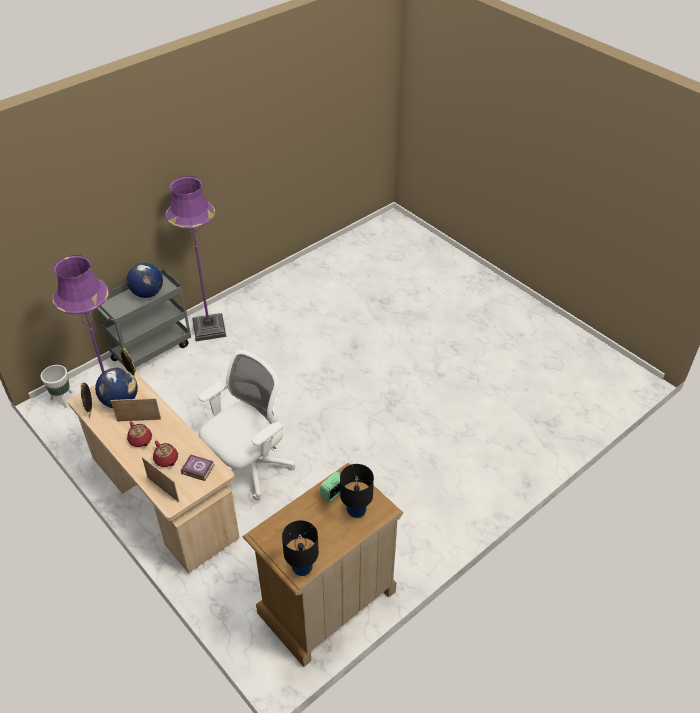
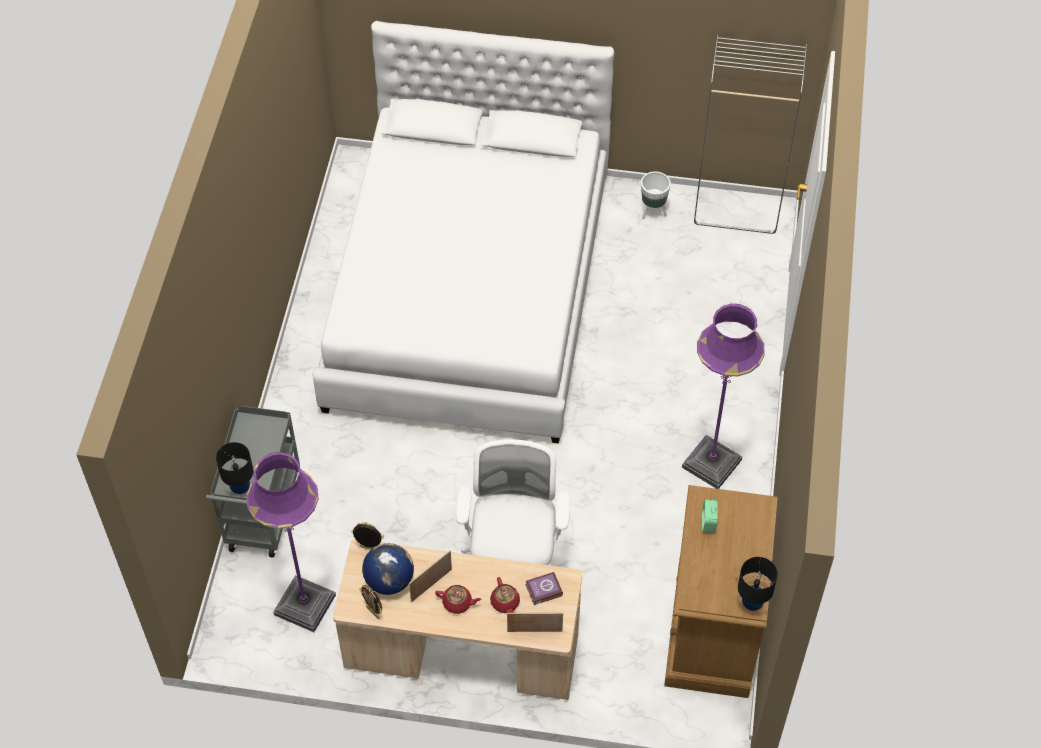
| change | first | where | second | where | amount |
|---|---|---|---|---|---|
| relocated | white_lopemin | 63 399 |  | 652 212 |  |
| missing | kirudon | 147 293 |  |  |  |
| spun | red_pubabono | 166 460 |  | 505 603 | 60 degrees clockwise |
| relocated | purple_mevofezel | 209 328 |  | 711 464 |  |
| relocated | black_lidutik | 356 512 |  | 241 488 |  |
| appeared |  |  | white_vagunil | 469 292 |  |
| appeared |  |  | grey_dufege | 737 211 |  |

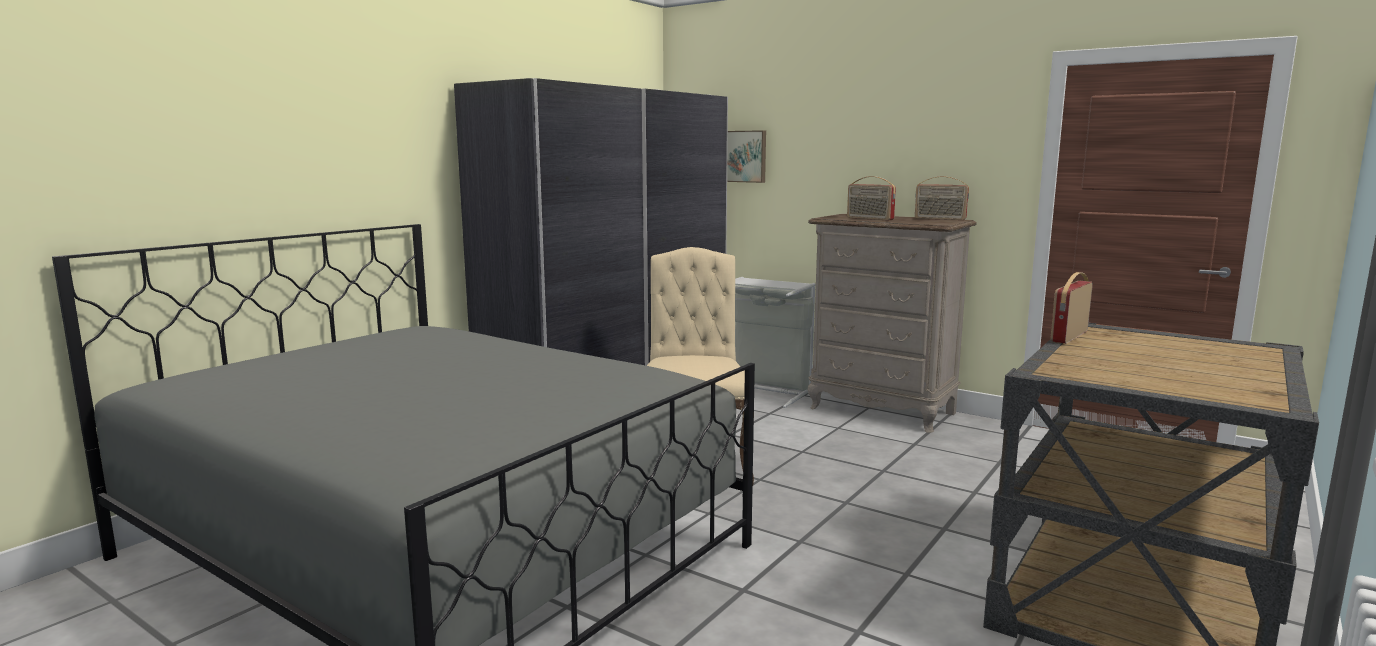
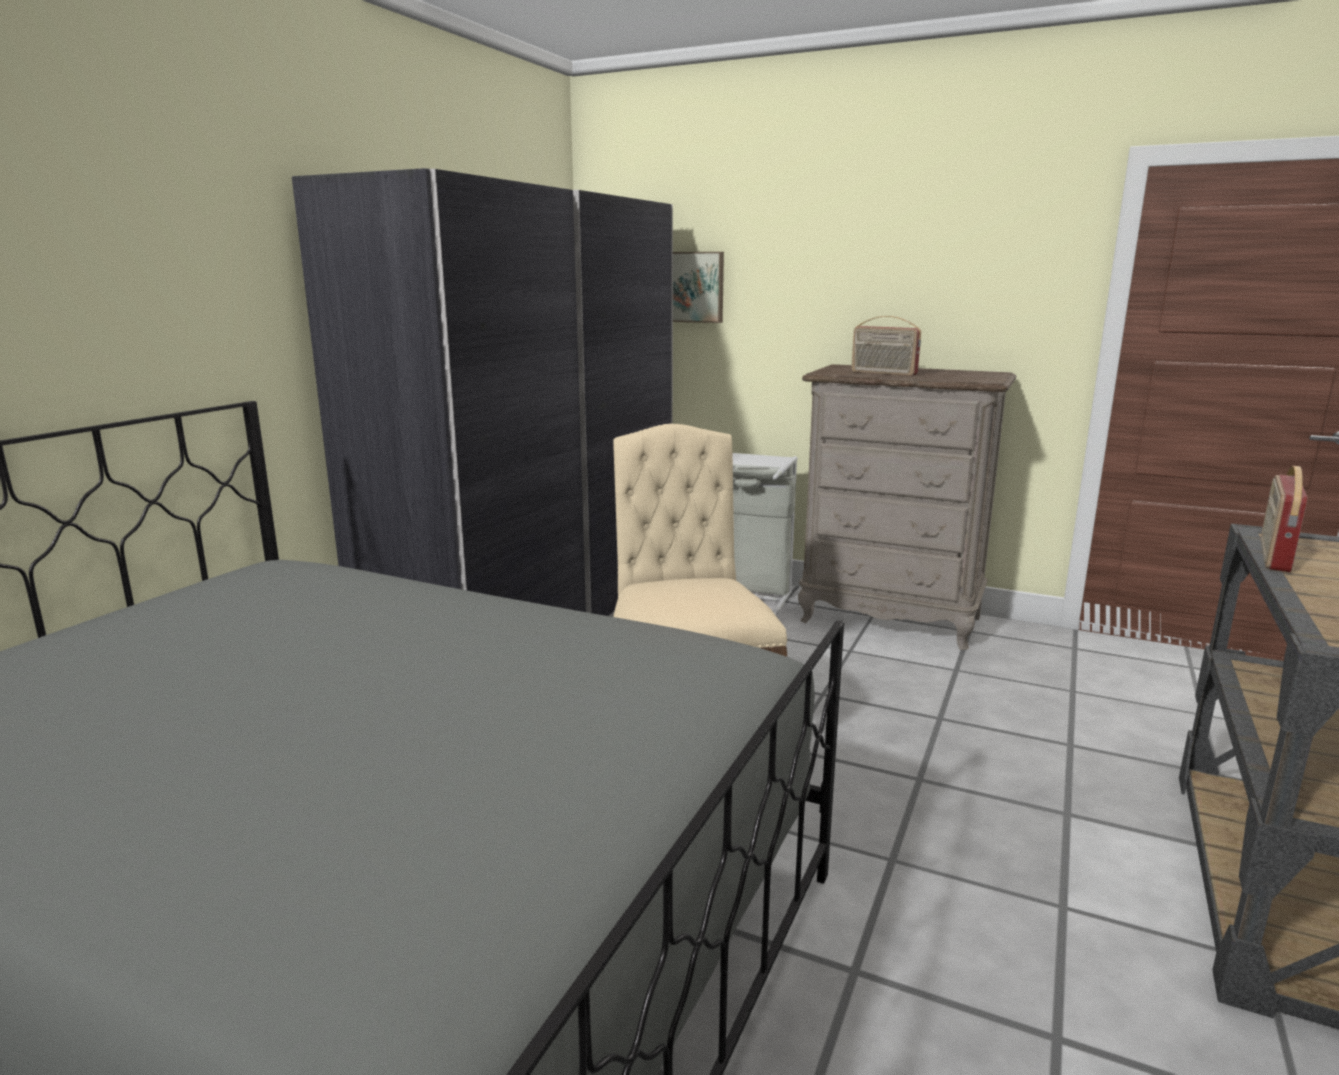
| change | first | where | second | where | amount |
|---|---|---|---|---|---|
| missing | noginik | 940 219 |  |  |  |

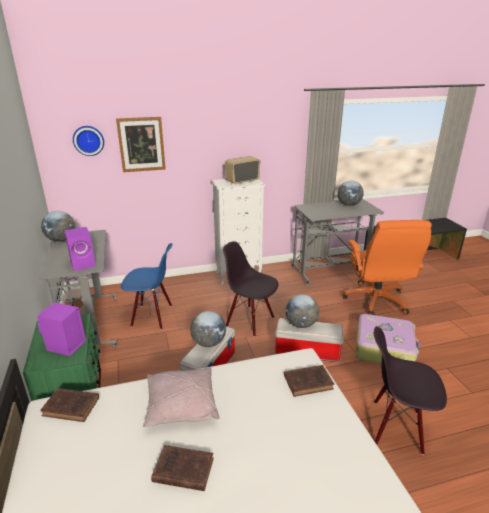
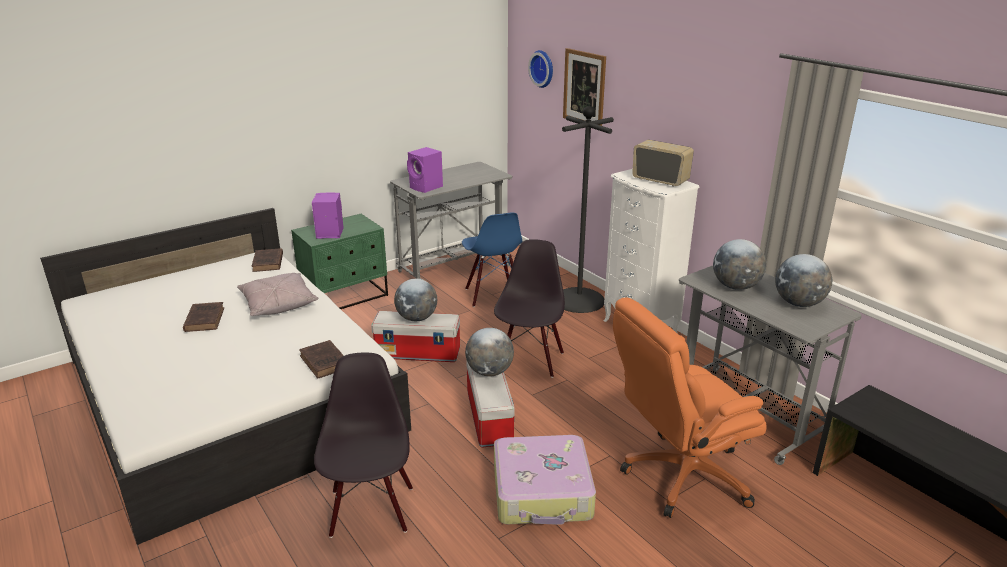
| change | first | where | second | where | amount |
|---|---|---|---|---|---|
| relocated | kirudon | 61 240 |  | 735 287 |  |
| appeared |  |  | black_dufege | 579 300 |  |

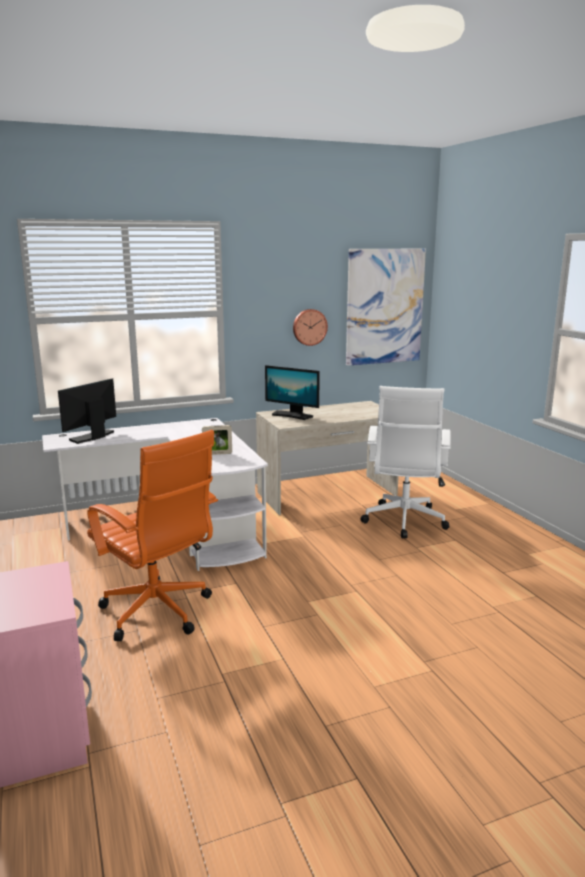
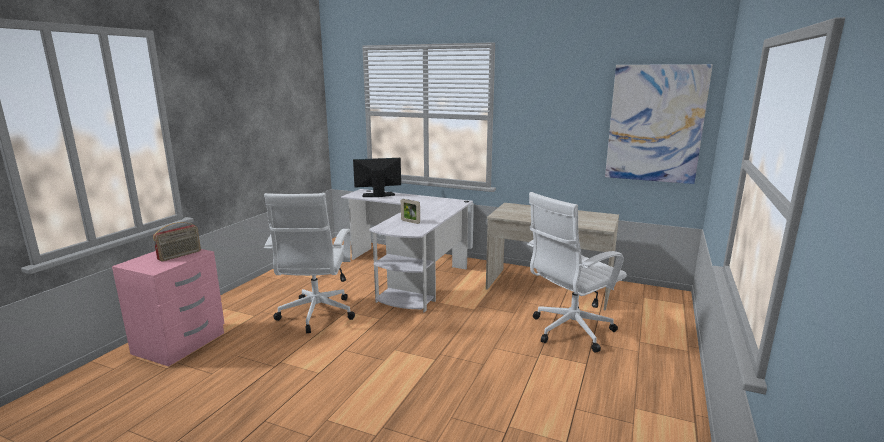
| change | first | where | second | where | amount |
|---|---|---|---|---|---|
| colour | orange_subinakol | 159 613 | white_subinakol | 316 316 |  |
| missing | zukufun | 292 415 |  |  |  |
| missing | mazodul | 309 327 |  |  |  |
| appeared |  |  | noginik | 180 255 |  |

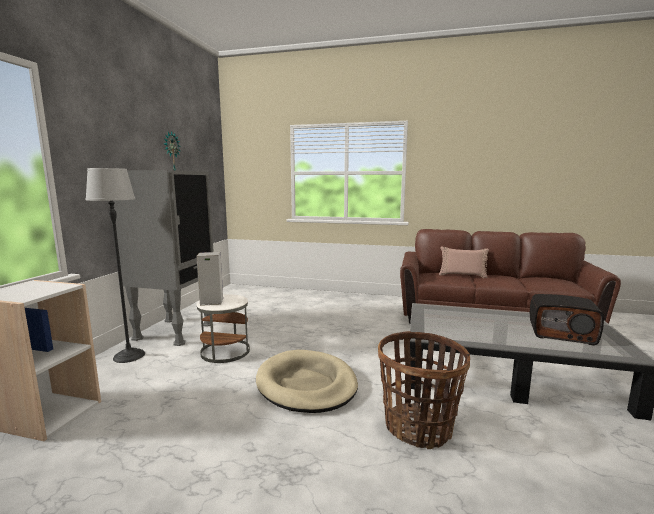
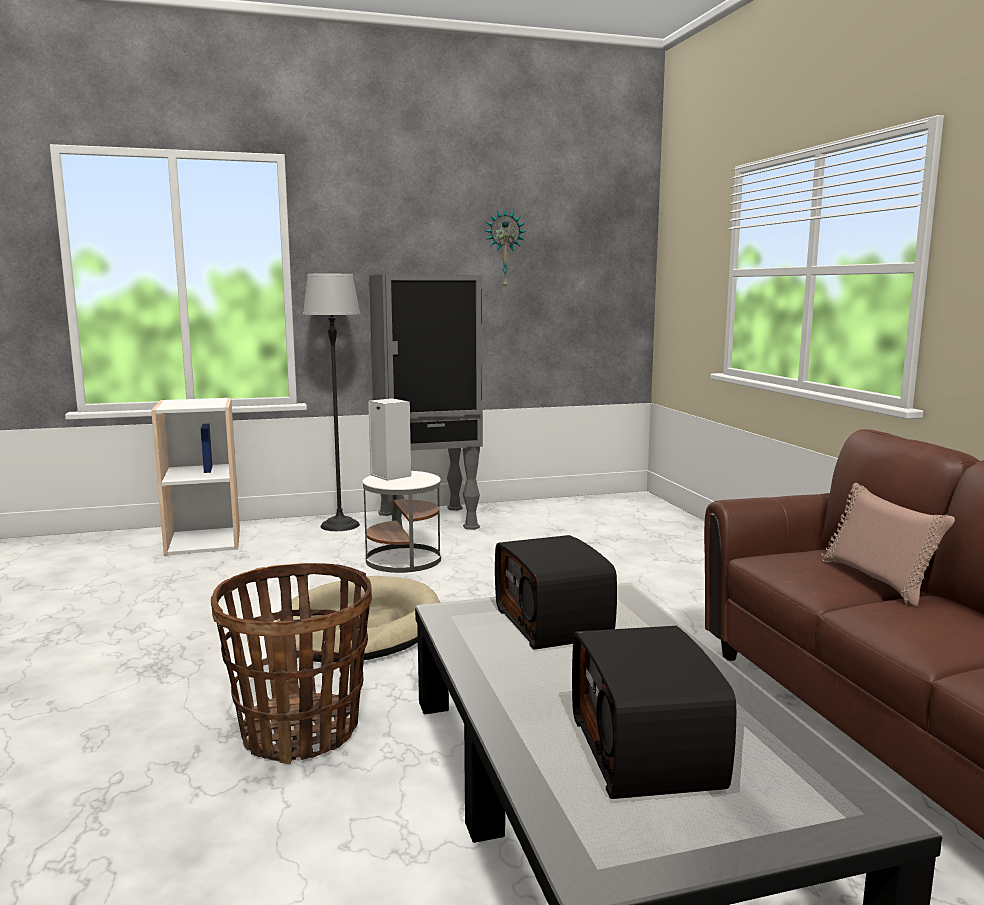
| change | first | where | second | where | amount |
|---|---|---|---|---|---|
| appeared |  |  | noginik | 555 623 |  |

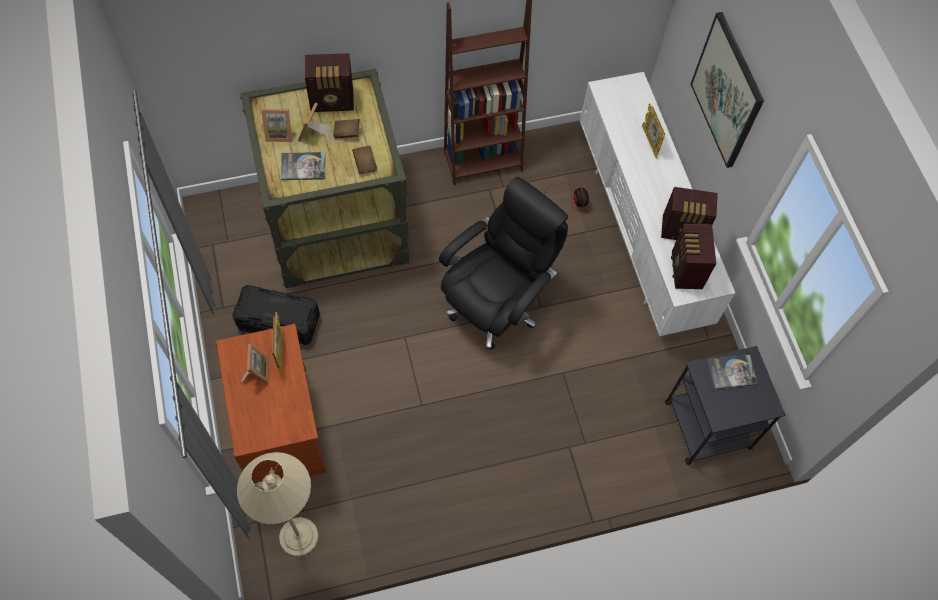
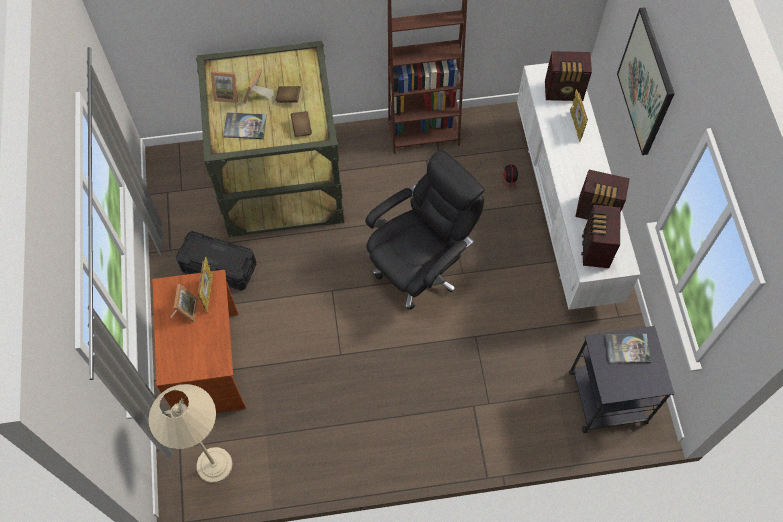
| change | first | where | second | where | amount |
|---|---|---|---|---|---|
| relocated | noginik | 333 101 |  | 564 92 |  |

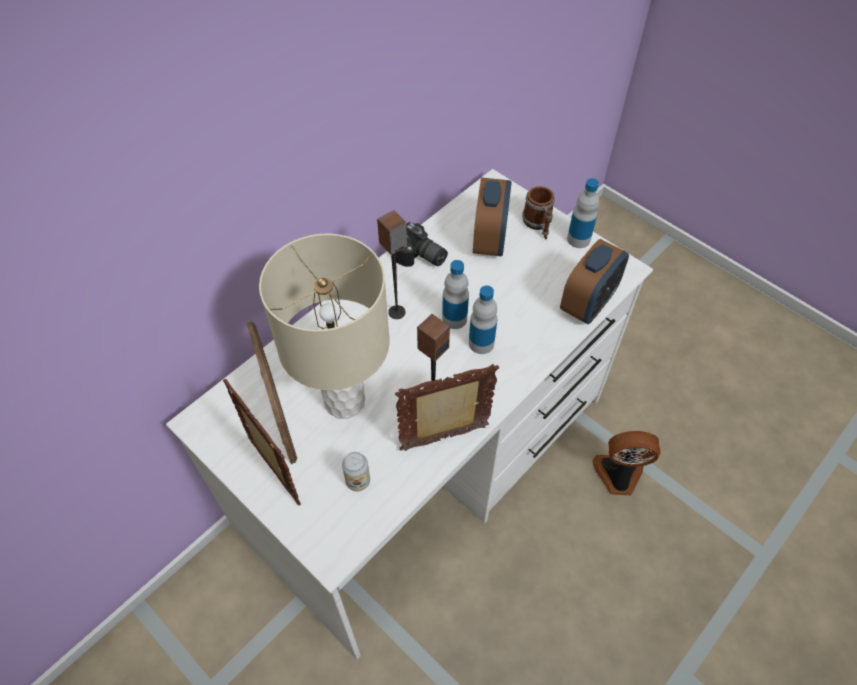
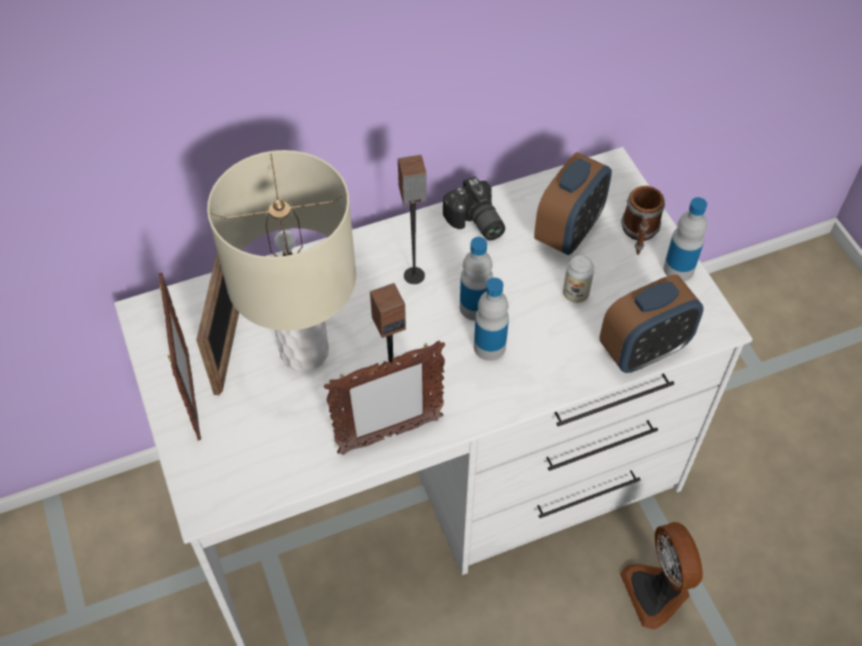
| change | first | where | second | where | amount |
|---|---|---|---|---|---|
| relocated | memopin | 358 481 |  | 575 293 |  |
| spun | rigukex | 445 439 |  | 389 436 | 150 degrees clockwise |
| spun | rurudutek | 618 475 |  | 657 592 | 135 degrees counterclockwise |

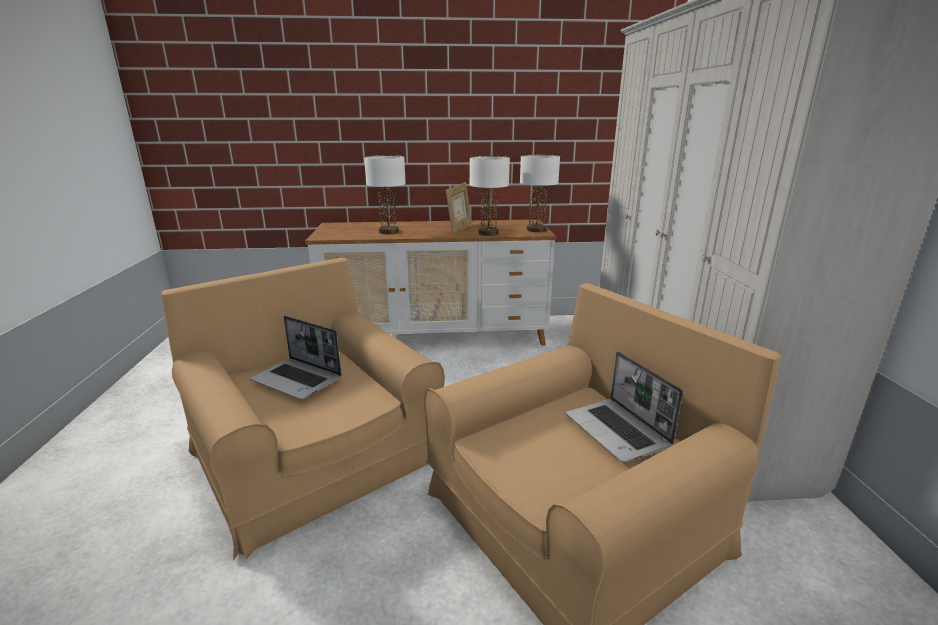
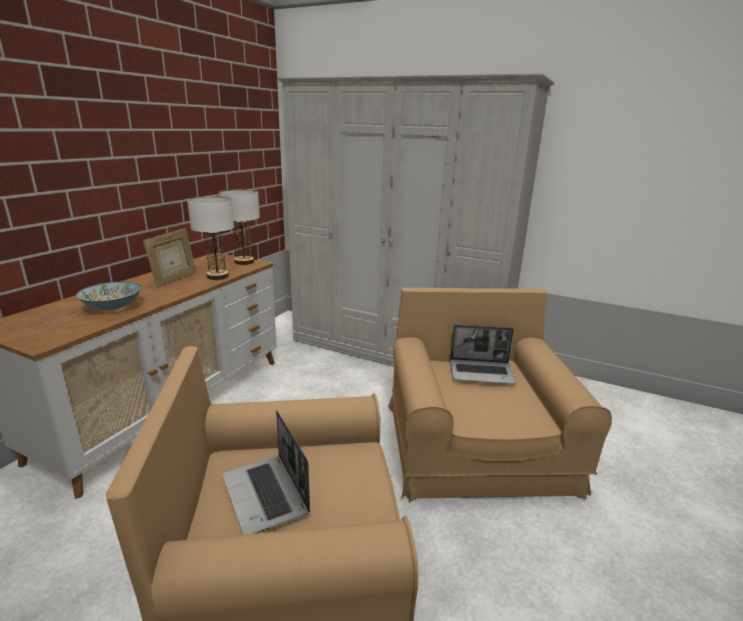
| change | first | where | second | where | amount |
|---|---|---|---|---|---|
| spun | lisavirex | 298 380 |  | 266 495 | 90 degrees clockwise |
| exchanged | lidutik | 389 231 | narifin | 113 307 |  |
| spun | rigukex | 459 228 |  | 175 280 | 60 degrees clockwise |

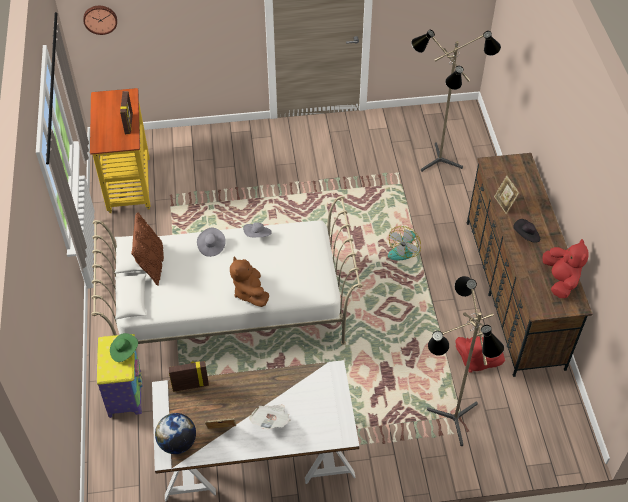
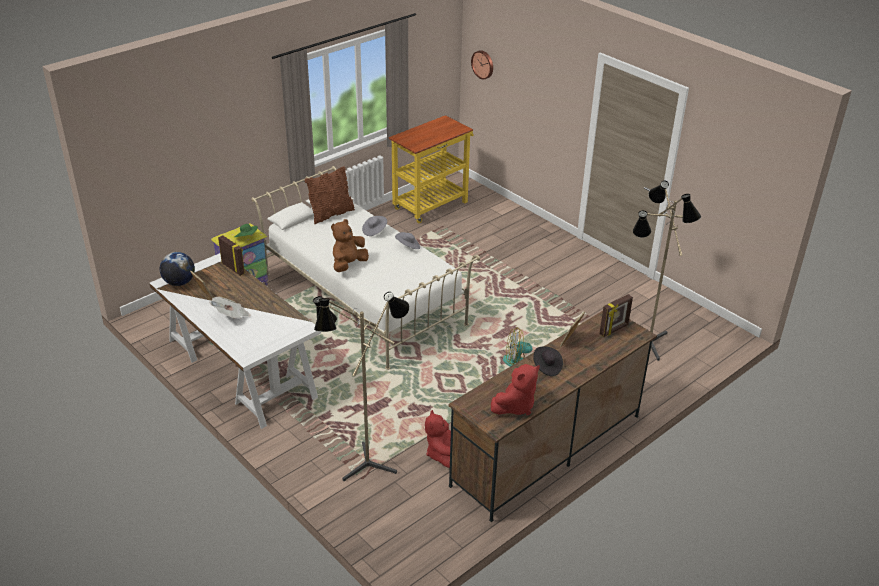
| change | first | where | second | where | amount |
|---|---|---|---|---|---|
| relocated | rigukex | 129 124 |  | 614 330 |  |

